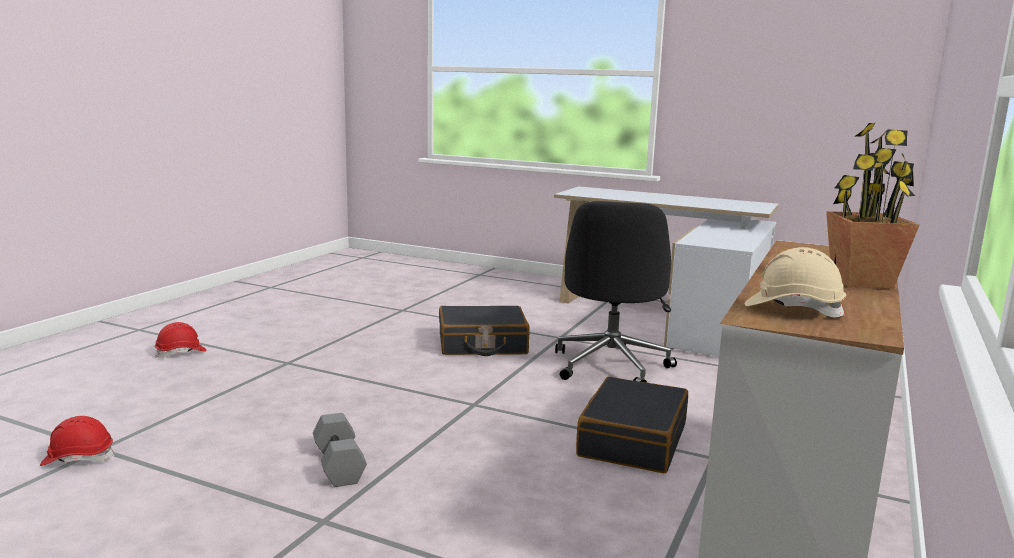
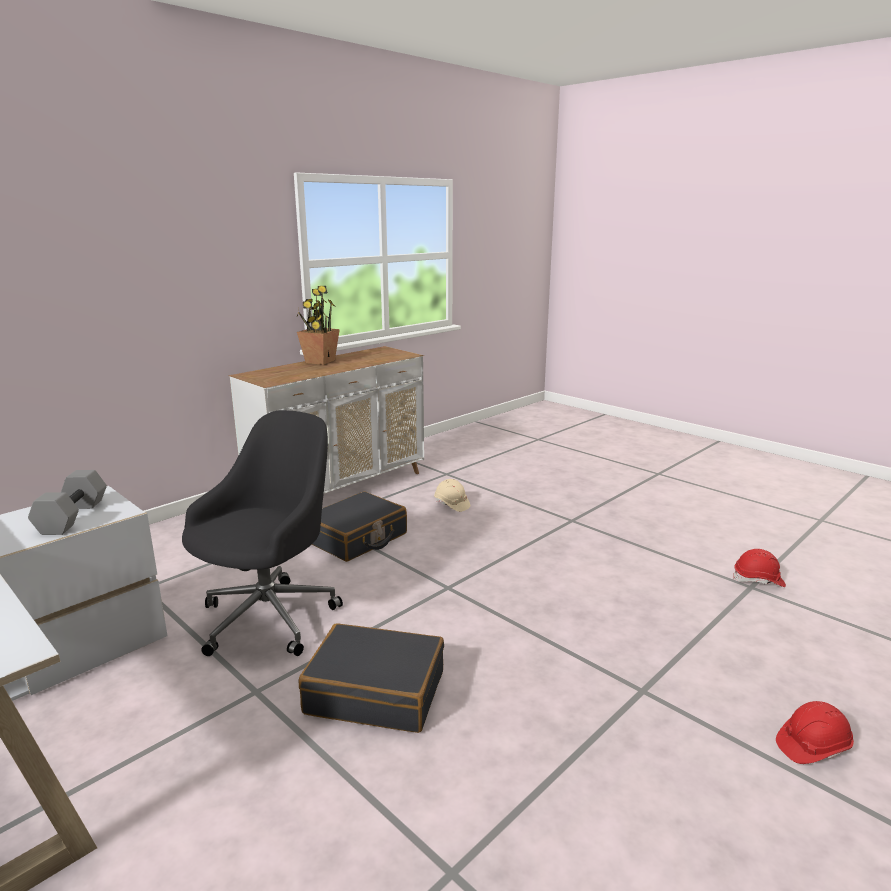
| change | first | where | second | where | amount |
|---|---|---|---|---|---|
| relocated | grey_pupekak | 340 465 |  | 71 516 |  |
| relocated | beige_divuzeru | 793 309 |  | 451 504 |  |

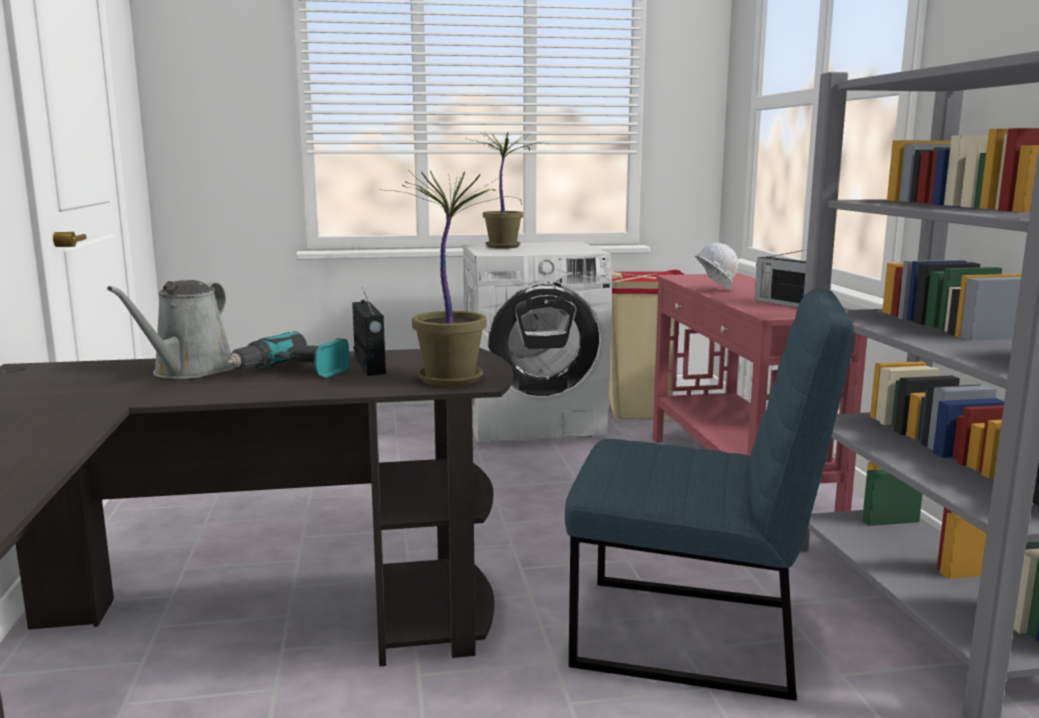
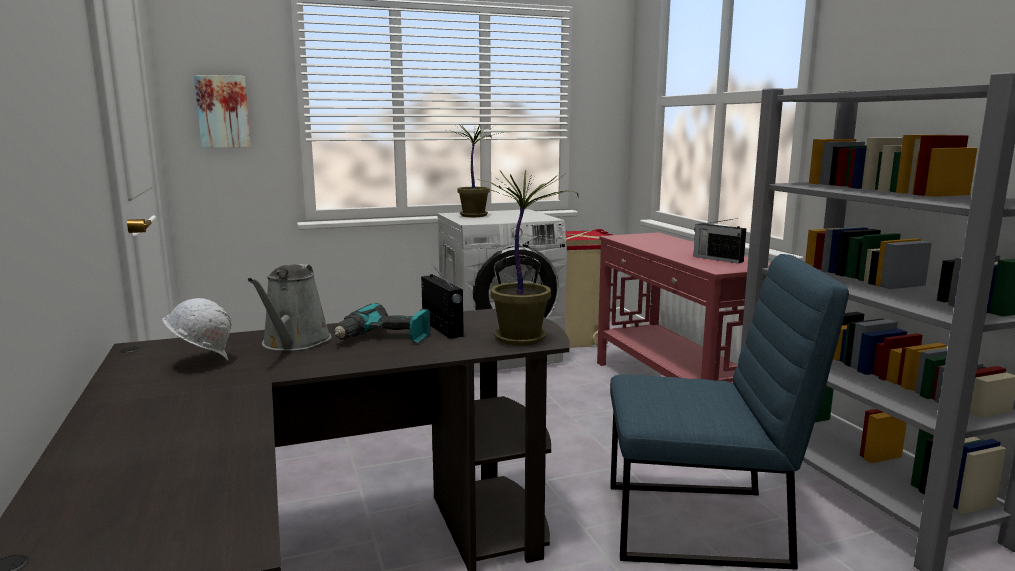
| change | first | where | second | where | amount |
|---|---|---|---|---|---|
| relocated | white_divuzeru | 713 291 |  | 201 362 |  |
| appeared |  |  | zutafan | 223 112 |  |

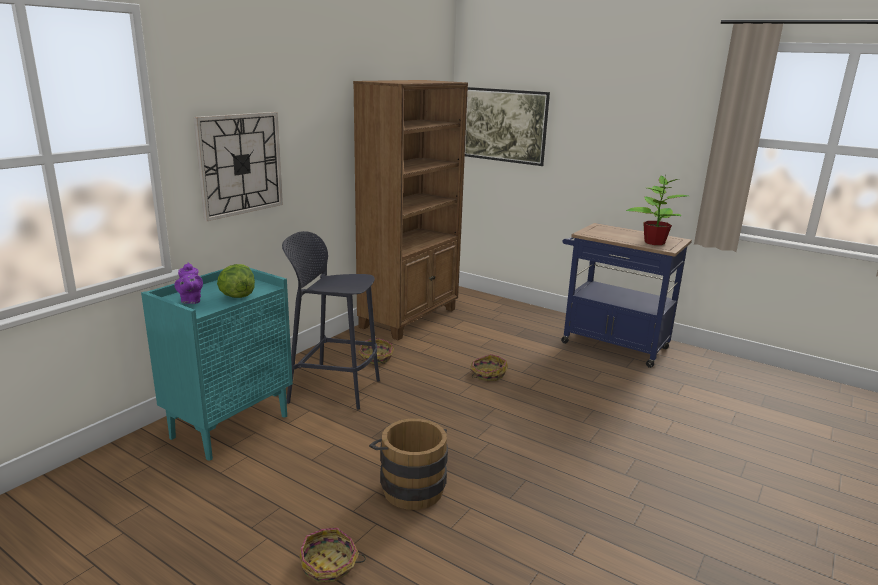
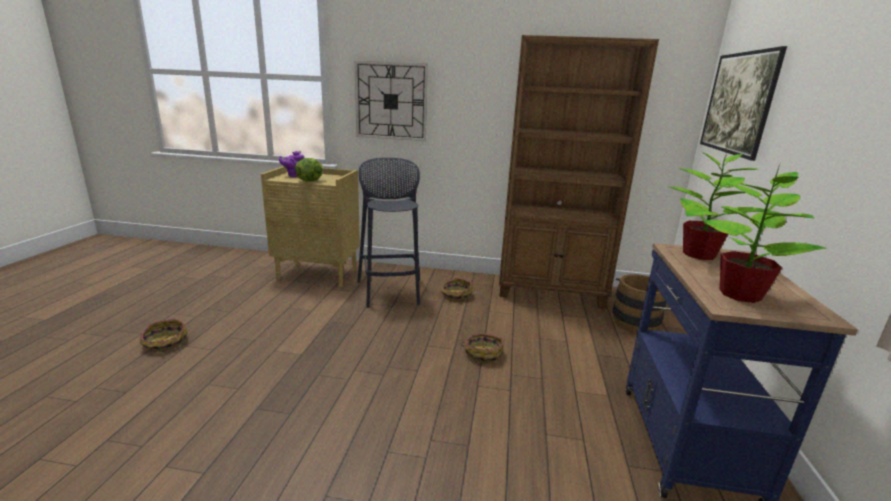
| change | first | where | second | where | amount |
|---|---|---|---|---|---|
| colour | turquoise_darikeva | 231 426 | beige_darikeva | 318 274 |  |
| relocated | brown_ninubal | 410 486 |  | 636 321 |  |
| appeared |  |  | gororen | 698 254 |  |

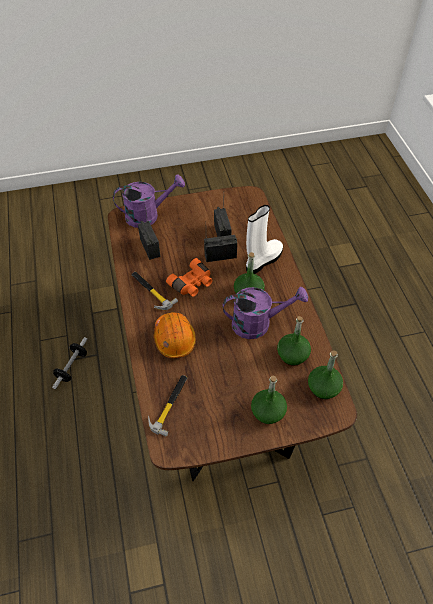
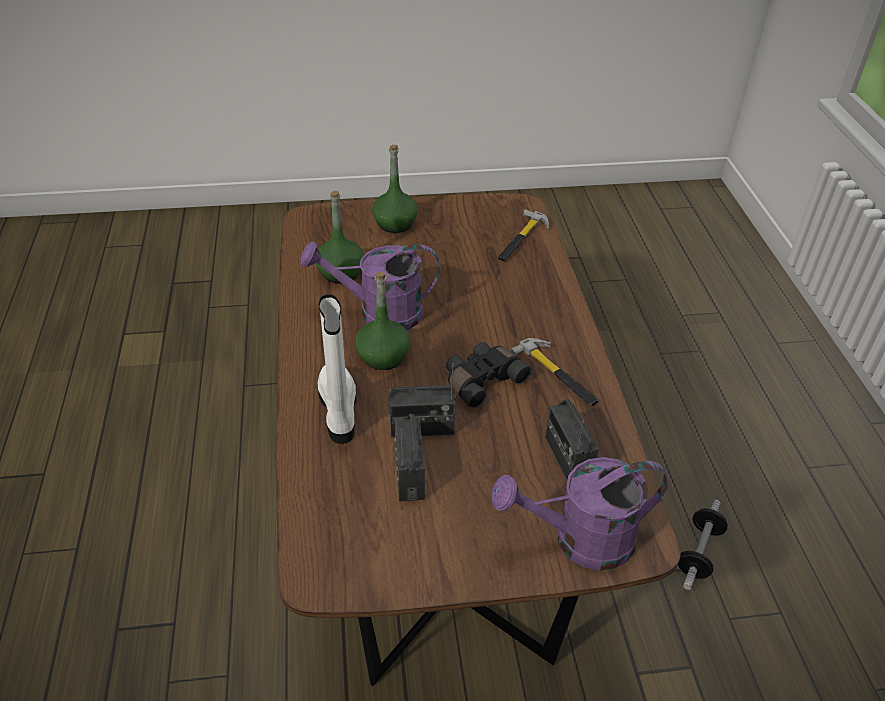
| change | first | where | second | where | amount |
|---|---|---|---|---|---|
| missing | orange_divuzeru | 174 339 |  |  |  |
| colour | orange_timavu | 192 284 | black_timavu | 482 380 |  |
| spun | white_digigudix | 263 260 |  | 339 410 | 120 degrees clockwise |
| missing | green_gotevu | 323 388 |  |  |  |

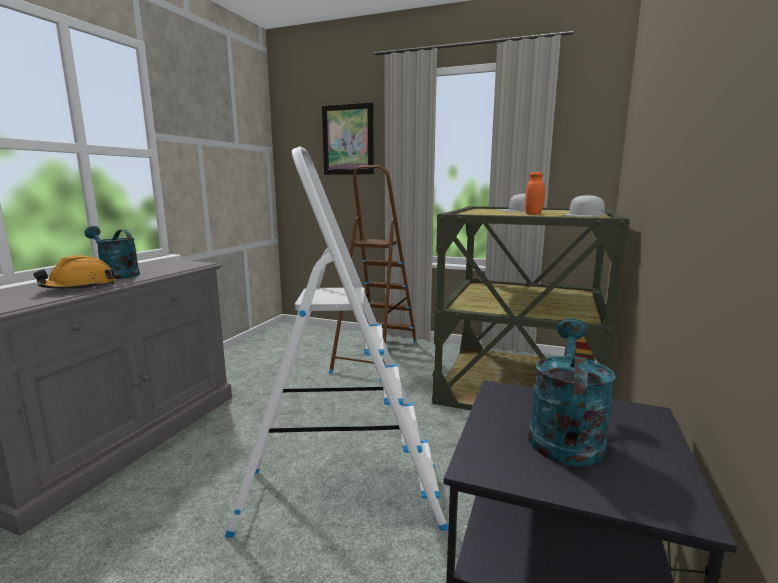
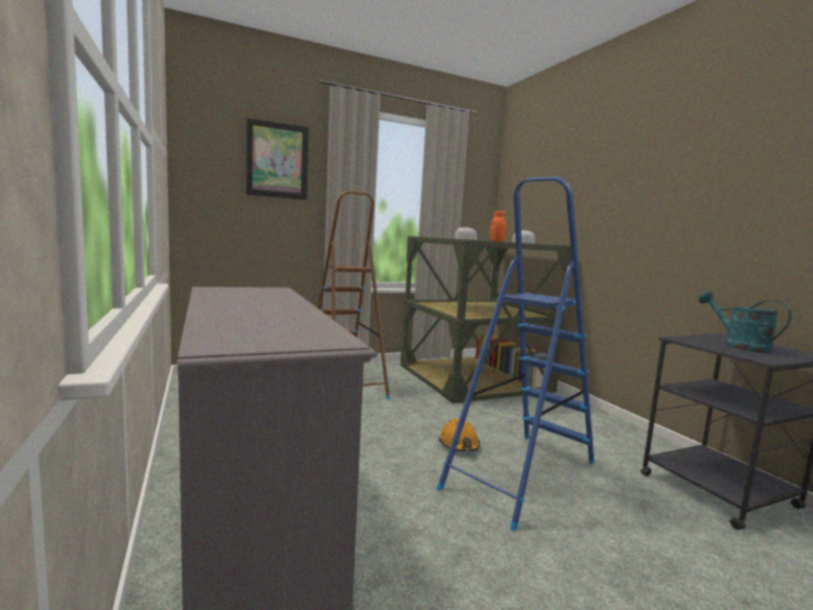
| change | first | where | second | where | amount |
|---|---|---|---|---|---|
| relocated | orange_divuzeru | 80 287 |  | 459 444 |  |
| missing | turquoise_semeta | 116 275 |  |  |  |
| colour | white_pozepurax | 342 497 | blue_pozepurax | 521 473 |  |

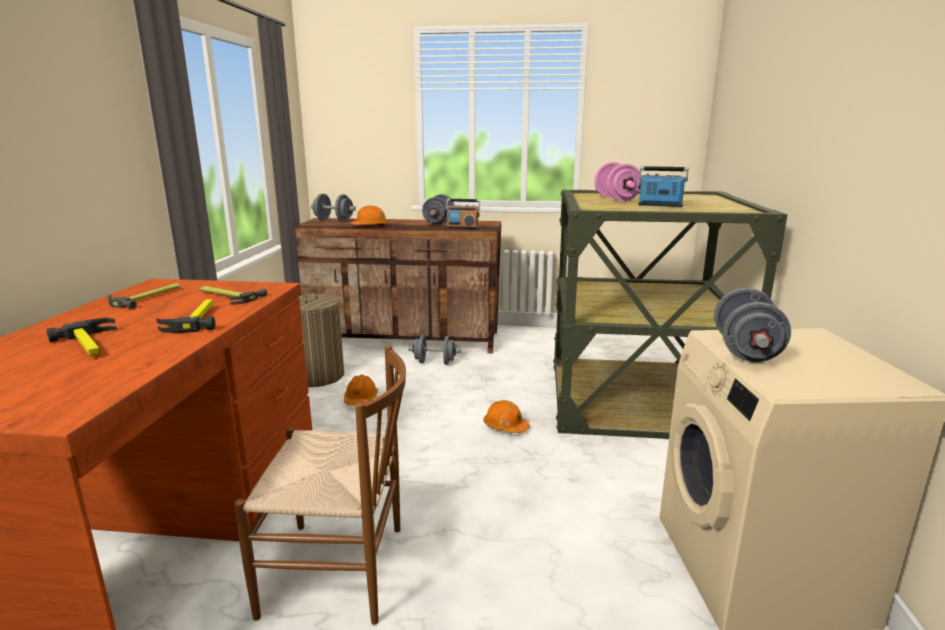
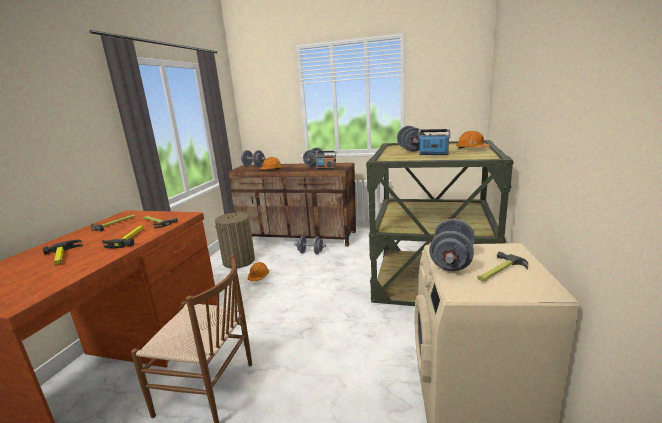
| change | first | where | second | where | amount |
|---|---|---|---|---|---|
| relocated | orange_divuzeru | 505 426 |  | 471 149 |  |
| colour | pink_pupekak | 616 199 | grey_pupekak | 410 150 |  |
| appeared |  |  | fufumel | 498 271 |  |

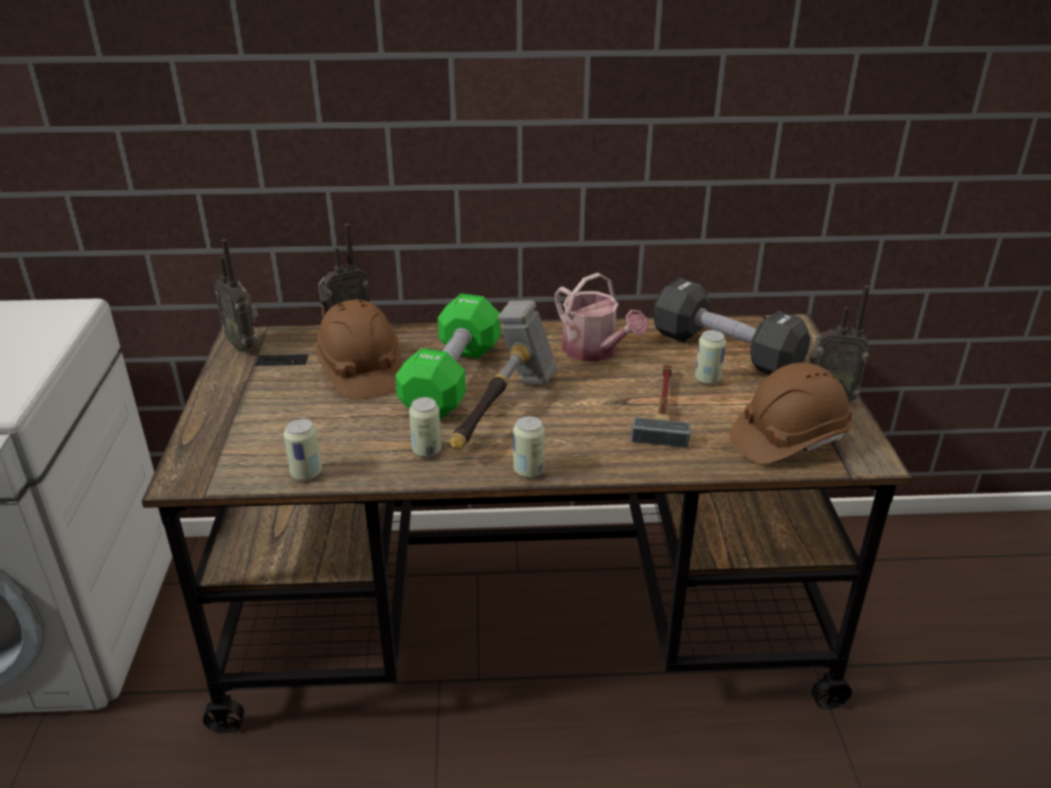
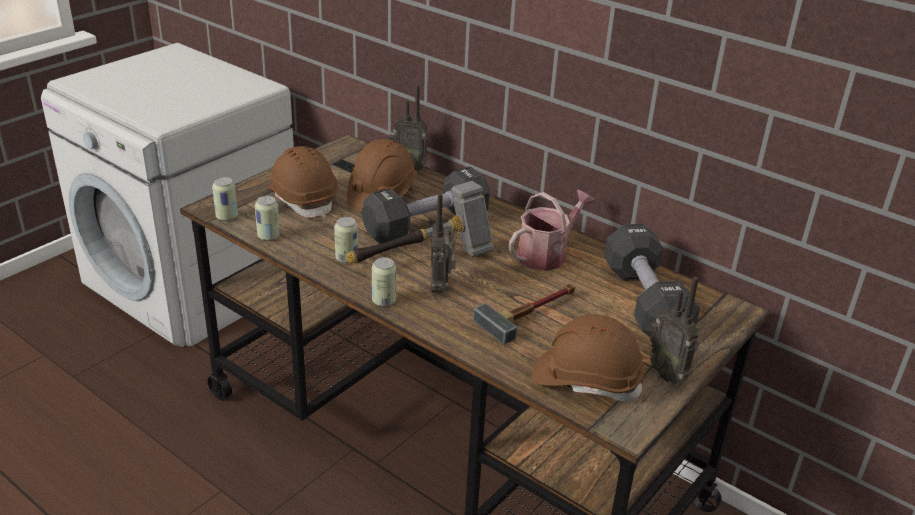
| change | first | where | second | where | amount |
|---|---|---|---|---|---|
| relocated | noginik | 244 345 |  | 441 287 |  |
| colour | green_pupekak | 452 379 | black_pupekak | 426 225 |  |
| spun | semeta | 595 351 |  | 547 254 | 135 degrees counterclockwise |
| relocated | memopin | 707 379 |  | 227 217 |  |
| appeared |  |  | brown_divuzeru | 302 199 |  |

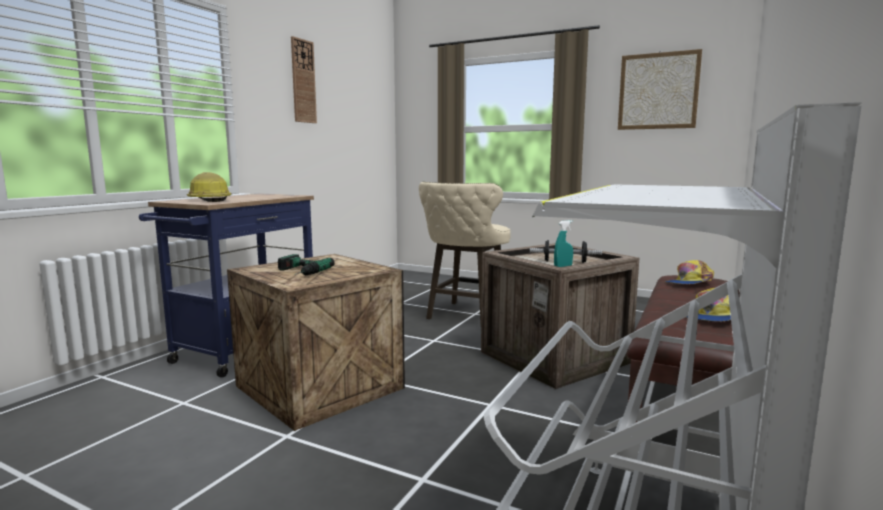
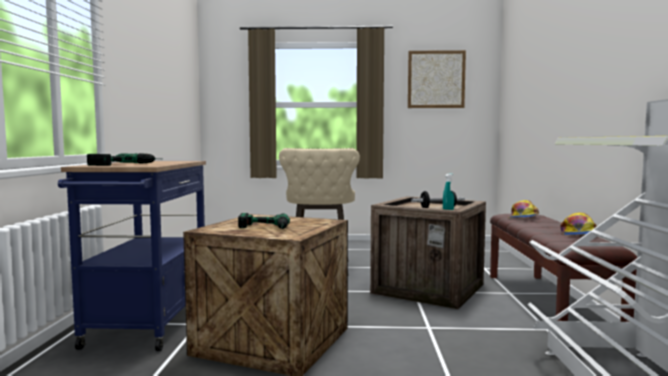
| change | first | where | second | where | amount |
|---|---|---|---|---|---|
| exchanged | divuzeru | 208 200 | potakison | 127 164 |  |
| missing | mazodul | 303 81 |  |  |  |

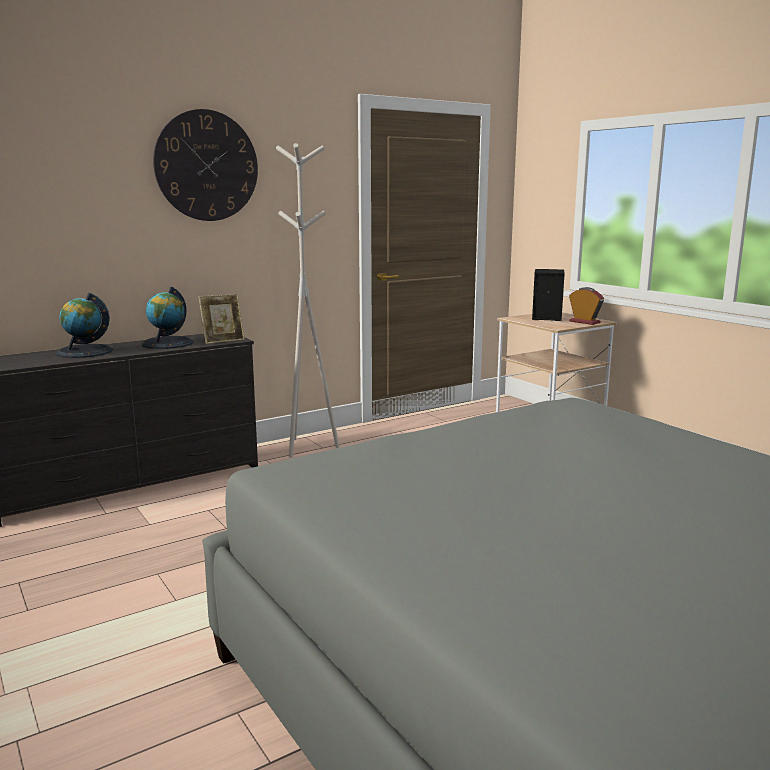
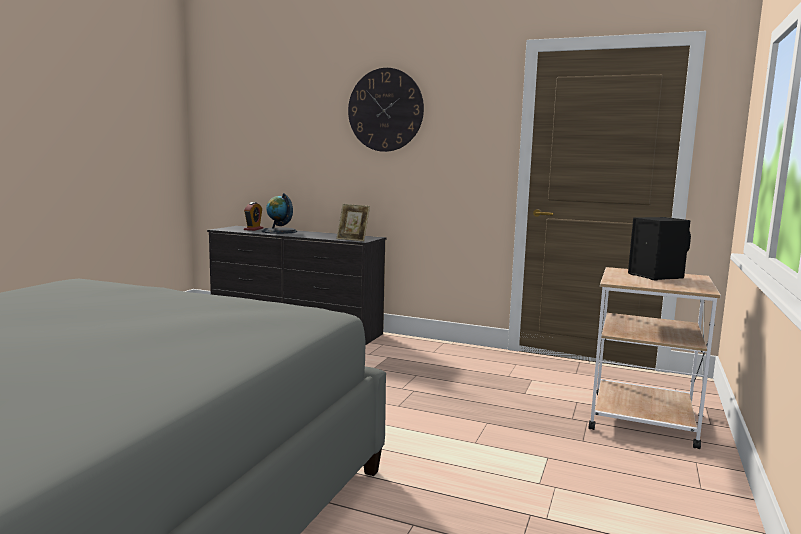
| change | first | where | second | where | amount |
|---|---|---|---|---|---|
| missing | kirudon | 167 343 |  |  |  |
| missing | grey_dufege | 308 447 |  |  |  |
| relocated | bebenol | 584 322 |  | 253 229 |  |

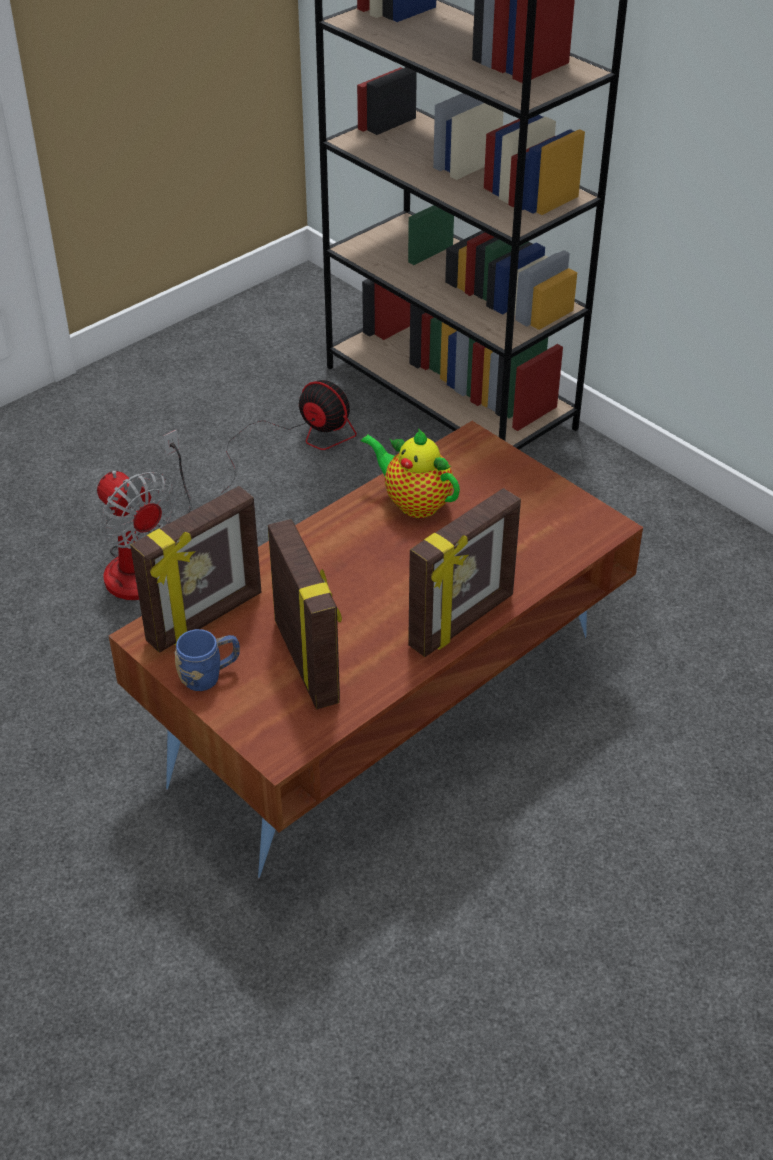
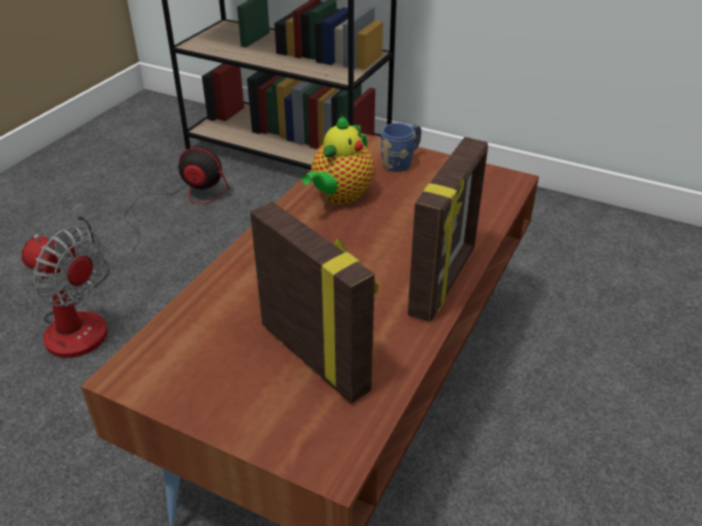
| change | first | where | second | where | amount |
|---|---|---|---|---|---|
| missing | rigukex | 206 619 |  |  |  |
| relocated | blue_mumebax | 209 675 |  | 401 162 |  |
| spun | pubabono | 414 503 |  | 340 196 | 75 degrees counterclockwise |

